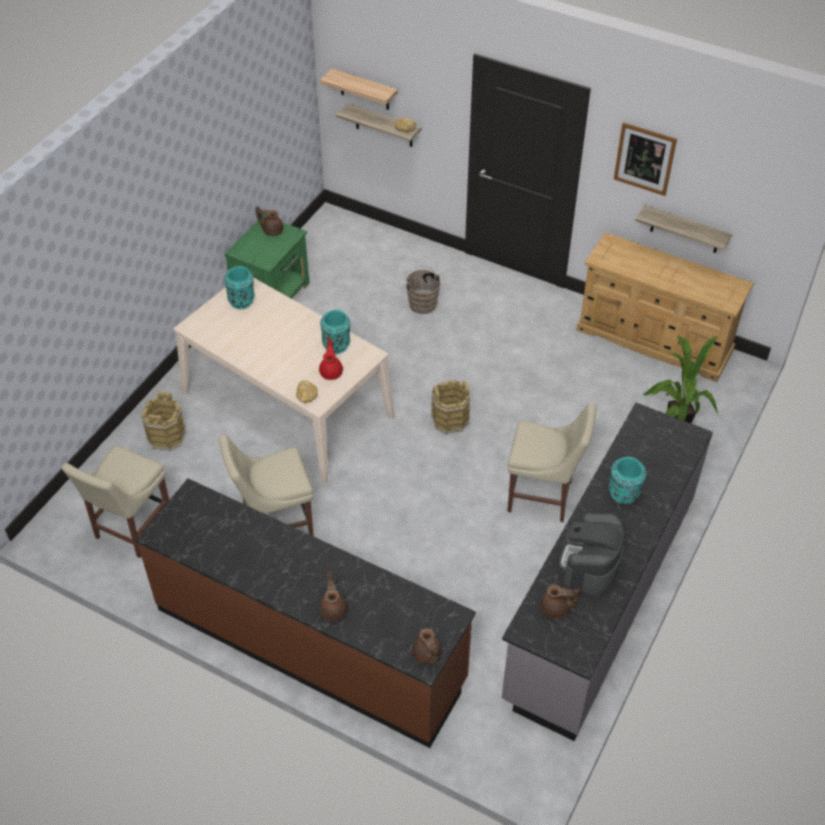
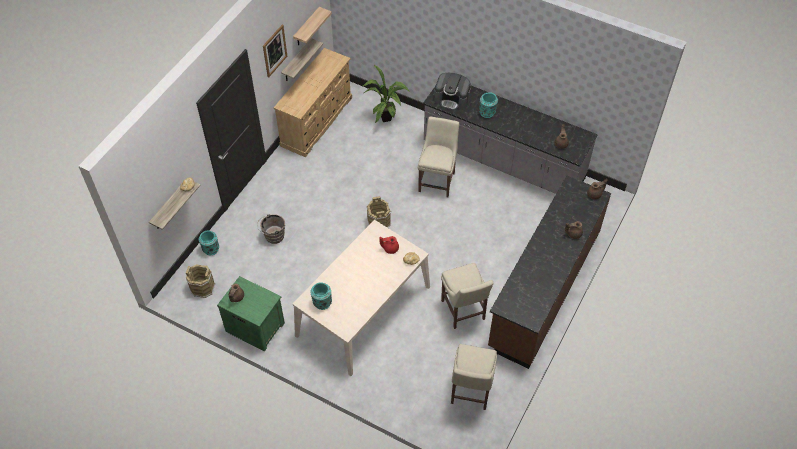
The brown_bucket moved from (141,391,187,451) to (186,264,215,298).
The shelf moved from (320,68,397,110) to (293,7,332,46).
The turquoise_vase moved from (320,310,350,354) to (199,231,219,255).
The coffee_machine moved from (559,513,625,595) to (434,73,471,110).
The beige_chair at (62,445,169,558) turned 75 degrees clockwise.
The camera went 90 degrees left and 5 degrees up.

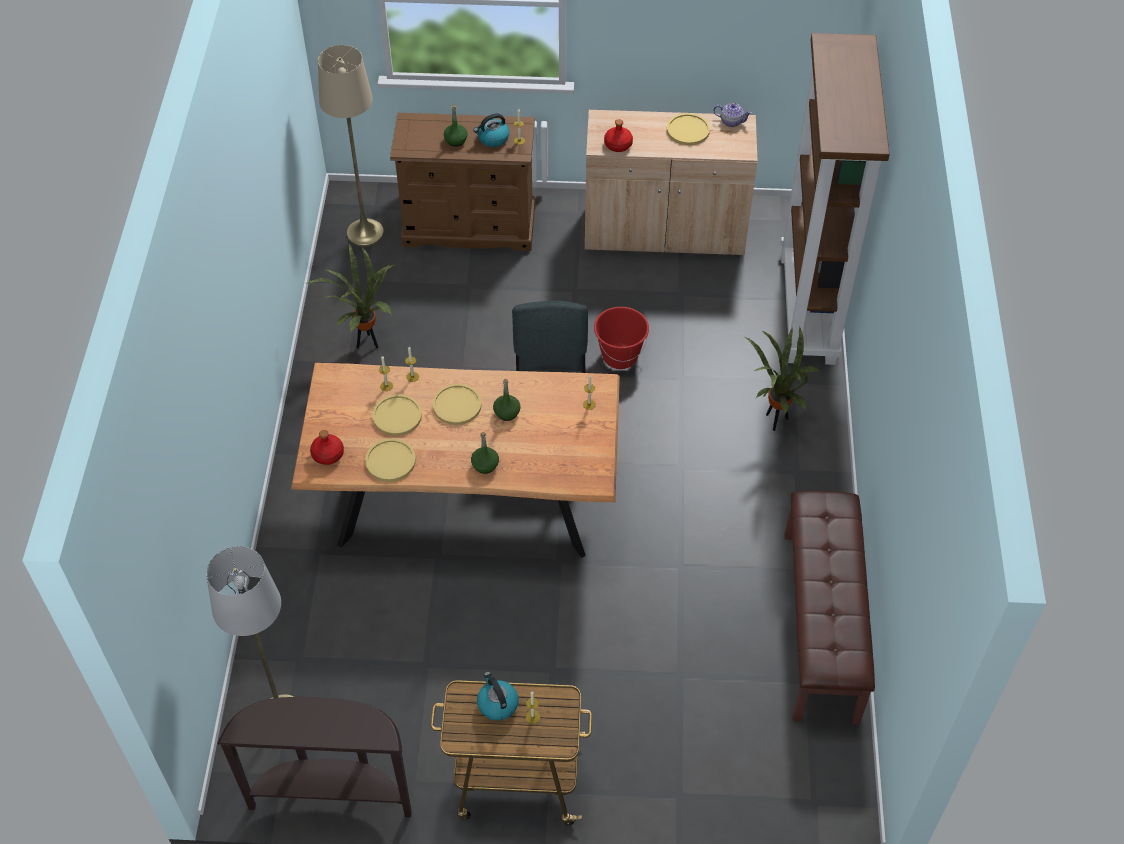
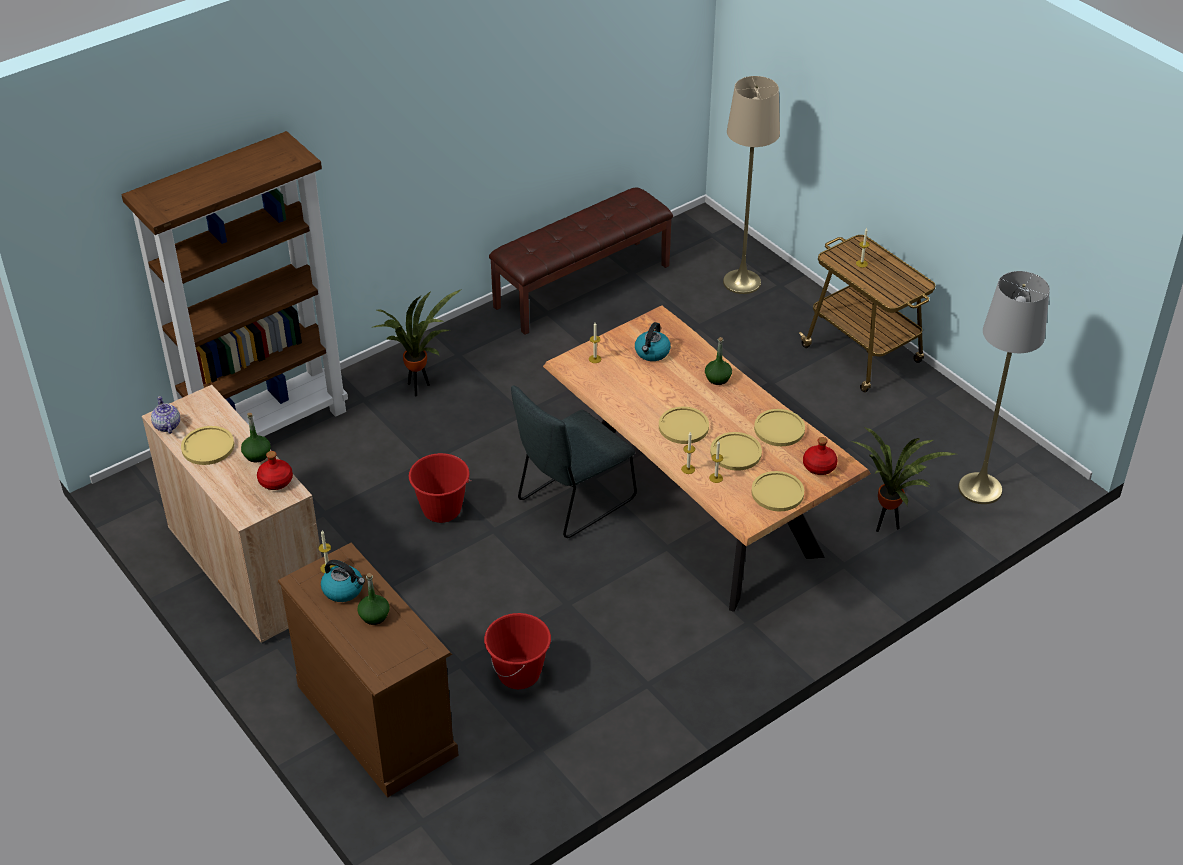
The brown_console_table at (217,697,412,817) disappeared.
The red_bucket at (484,613,551,689) appeared.
The yellow_plate at (751,471,804,511) appeared.
The potted_plant moved from (304,244,395,348) to (852,427,956,532).
The beige_floor_lamp moved from (318,45,384,247) to (723,76,780,294).
The kettle moved from (477,672,519,720) to (635,322,671,361).
The green_bottle moved from (493,379,521,421) to (241,413,271,462).
The camera went 130 degrees left and 10 degrees down.

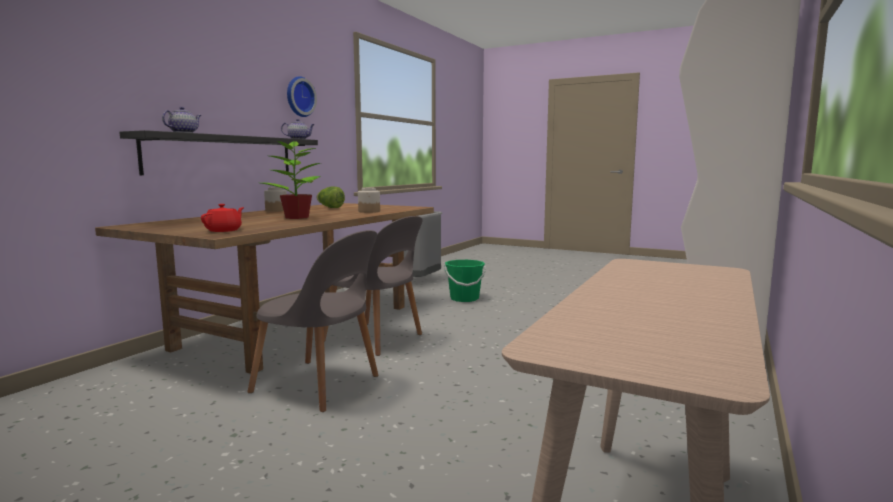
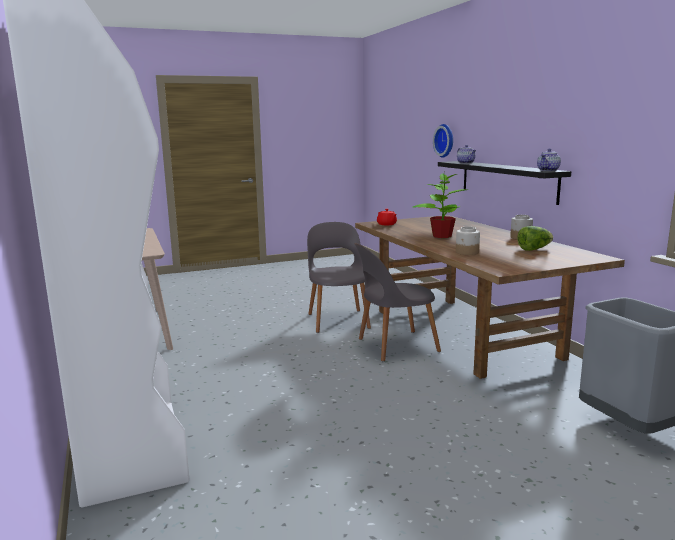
The green_bucket at (444,260,486,302) disappeared.
The wall_clock moved from (287,76,317,117) to (433,124,453,158).
The grey_chair at (247,230,379,412) turned 105 degrees clockwise.
The camera went 130 degrees right and 5 degrees up.

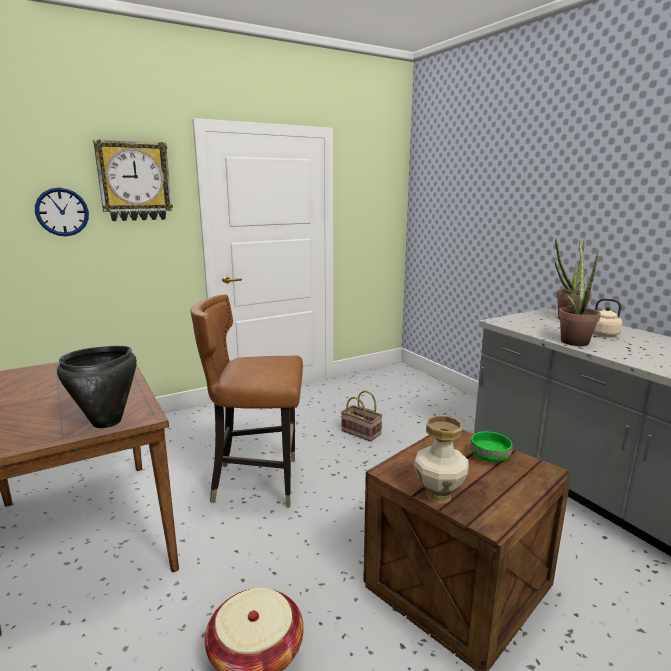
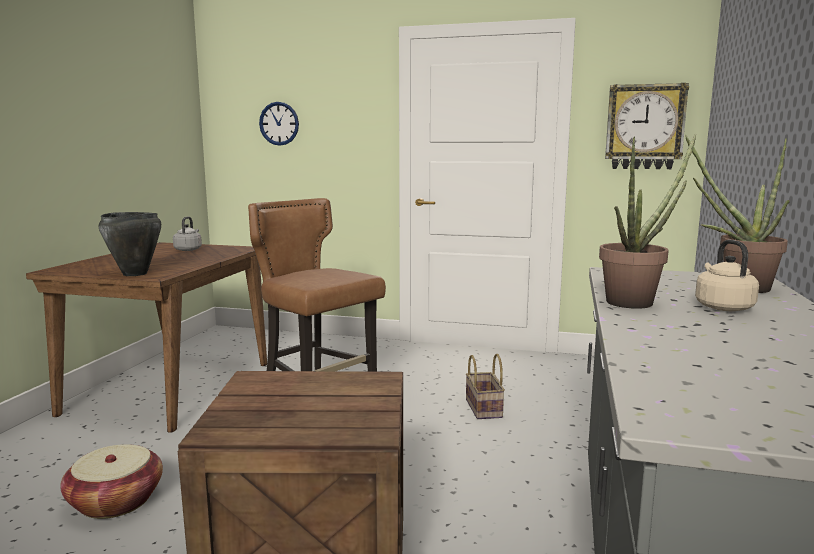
The vase at (414,416,469,504) disappeared.
The green_bowl at (470,431,513,462) disappeared.
The grey_kettle at (173,216,202,251) appeared.
The wall_clock moved from (93,139,173,221) to (605,83,689,169).
The camera went 45 degrees right and 5 degrees down.

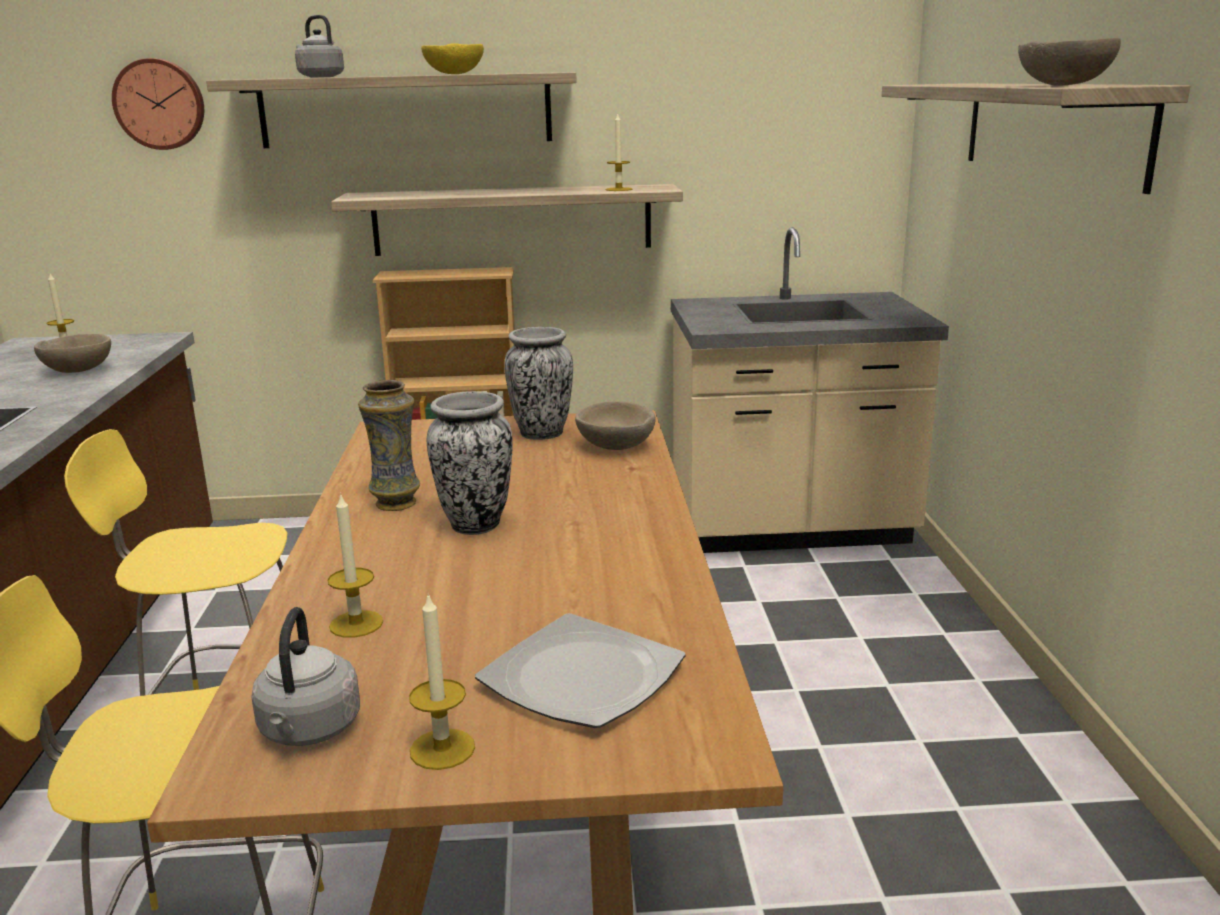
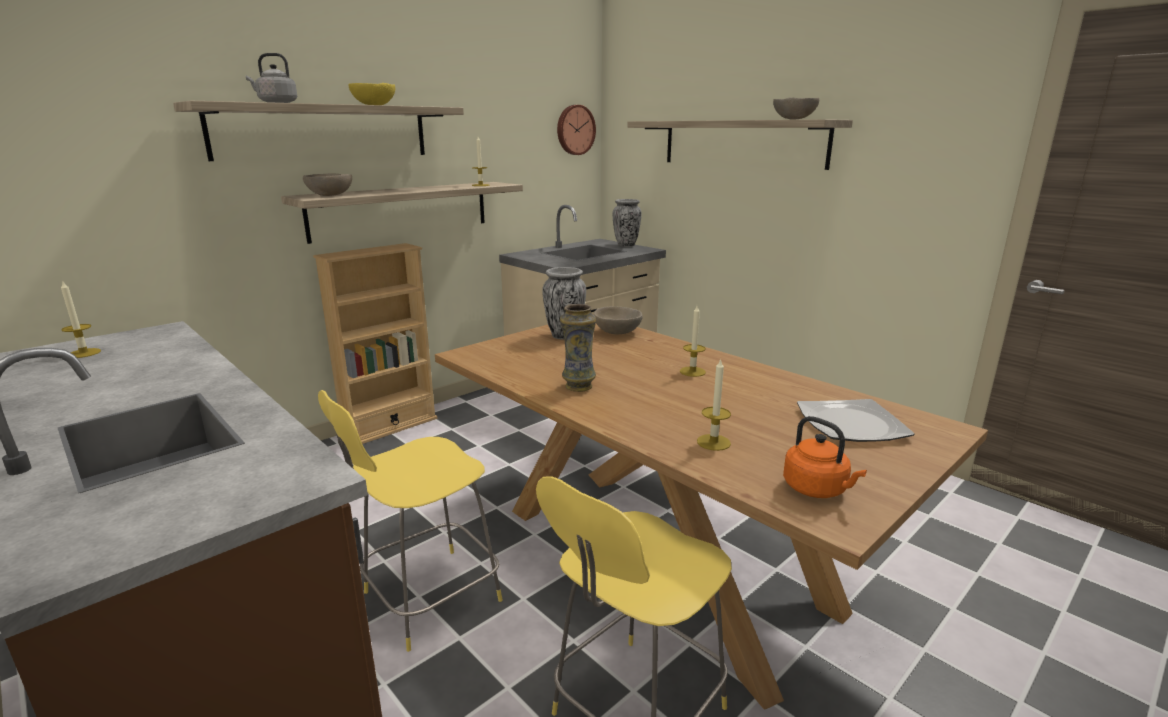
The beige_bowl moved from (34,334,111,373) to (303,173,352,196).
The wall_clock moved from (112,58,204,150) to (557,105,596,155).
The candle moved from (409,593,475,770) to (680,306,706,377).
The vase moved from (427,391,513,535) to (613,199,642,247).
The grey_kettle at (251,607,360,746) became the orange_kettle at (783,416,867,498).
The camera went 40 degrees left and 0 degrees up.

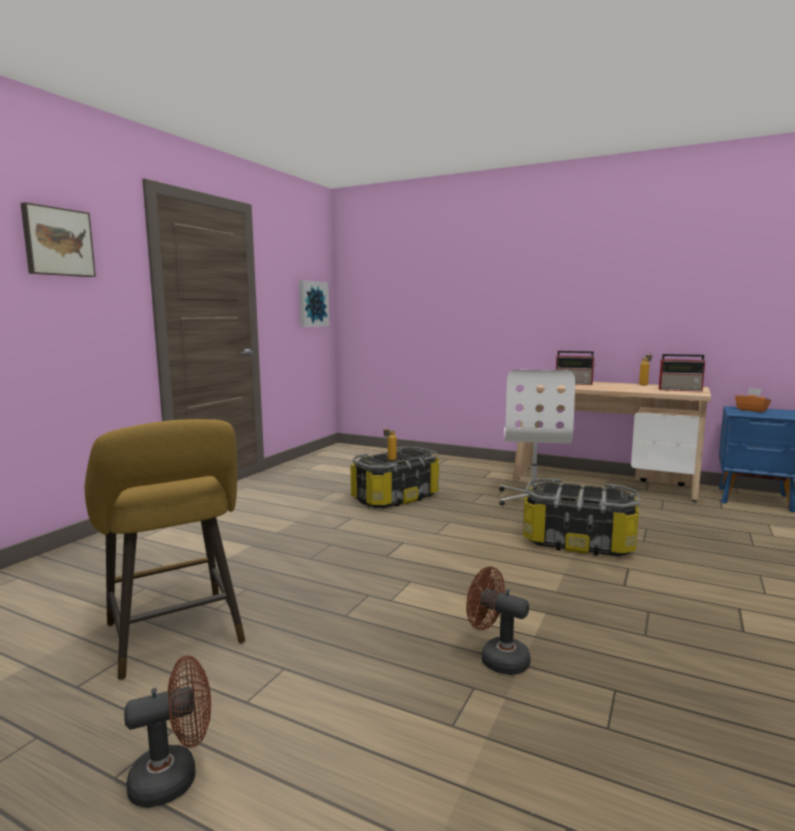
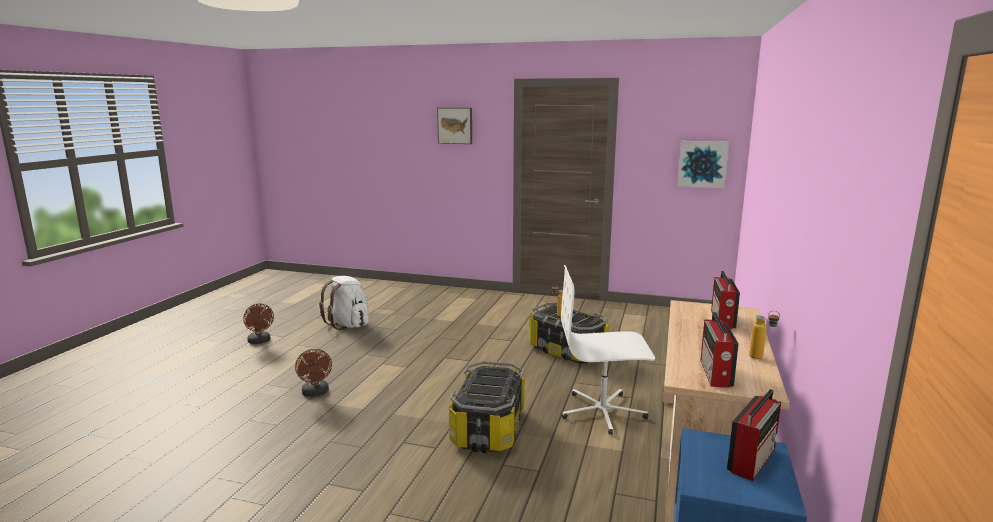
The yellow_stool at (85,419,245,680) was replaced by the white_backpack at (319,276,369,330).
The orange_tissue_box at (735,388,771,412) was replaced by the radio at (727,389,781,481).
The brown_fan at (466,566,531,675) turned 135 degrees clockwise.
The camera went 80 degrees right and 5 degrees up.

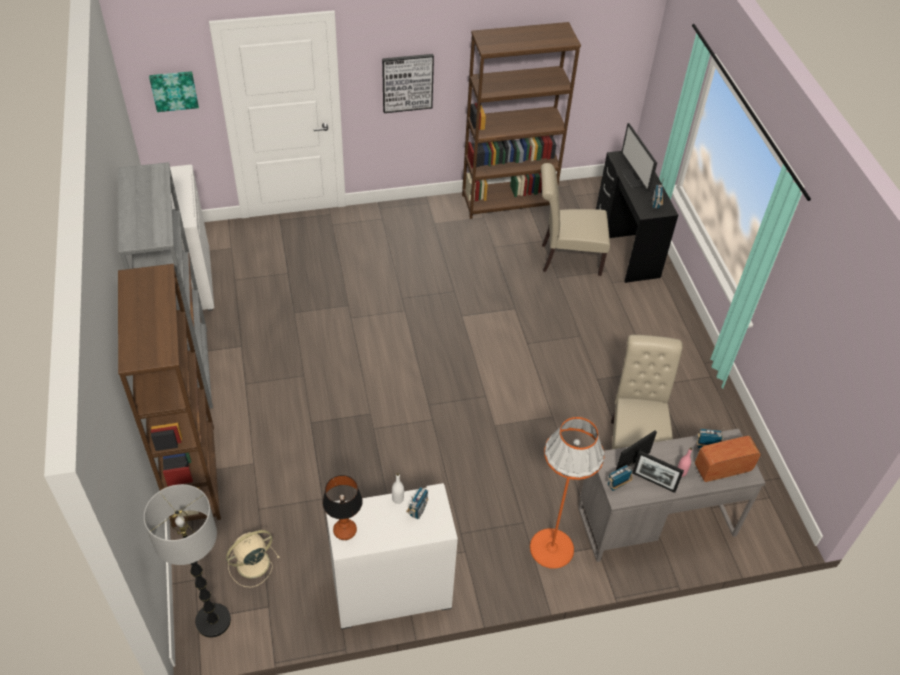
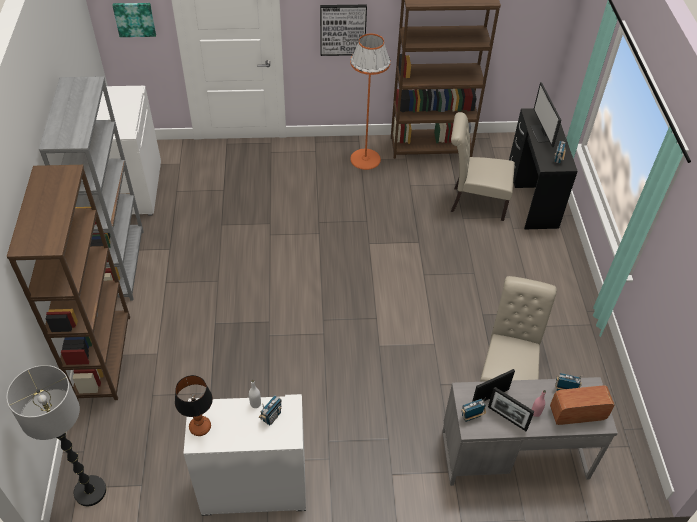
The beige_fan at (226,530,280,587) disappeared.
The orange_floor_lamp moved from (530,417,604,569) to (350,34,391,170).
The camera went 10 degrees right and 0 degrees up.

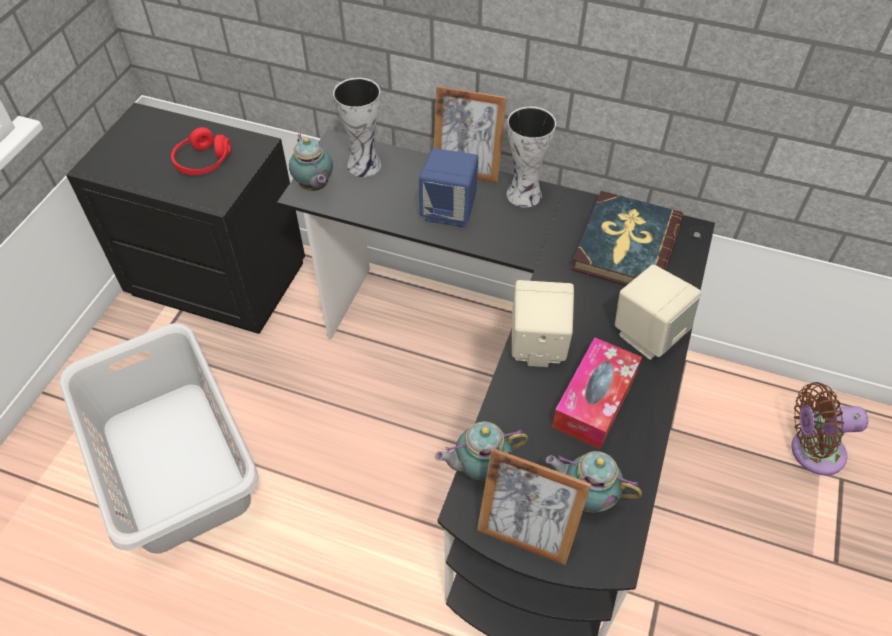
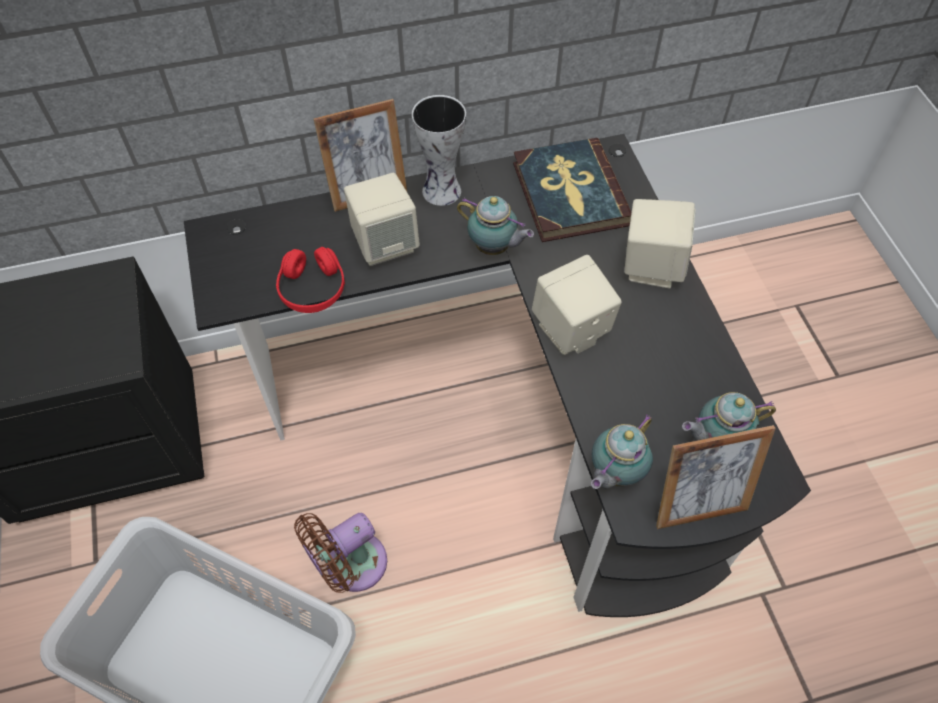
The vase at (333,78,381,177) disappeared.
The tissue_box at (552,337,642,449) disappeared.
The red_headphones moved from (171,127,231,175) to (276,247,345,313).
The teapot moved from (289,133,333,191) to (457,196,534,255).
The brown_fan moved from (791,382,868,476) to (294,513,387,593).
The blue_speaker at (419,148,478,228) became the beige_speaker at (344,173,420,266).
The camera went 35 degrees left and 5 degrees up.

